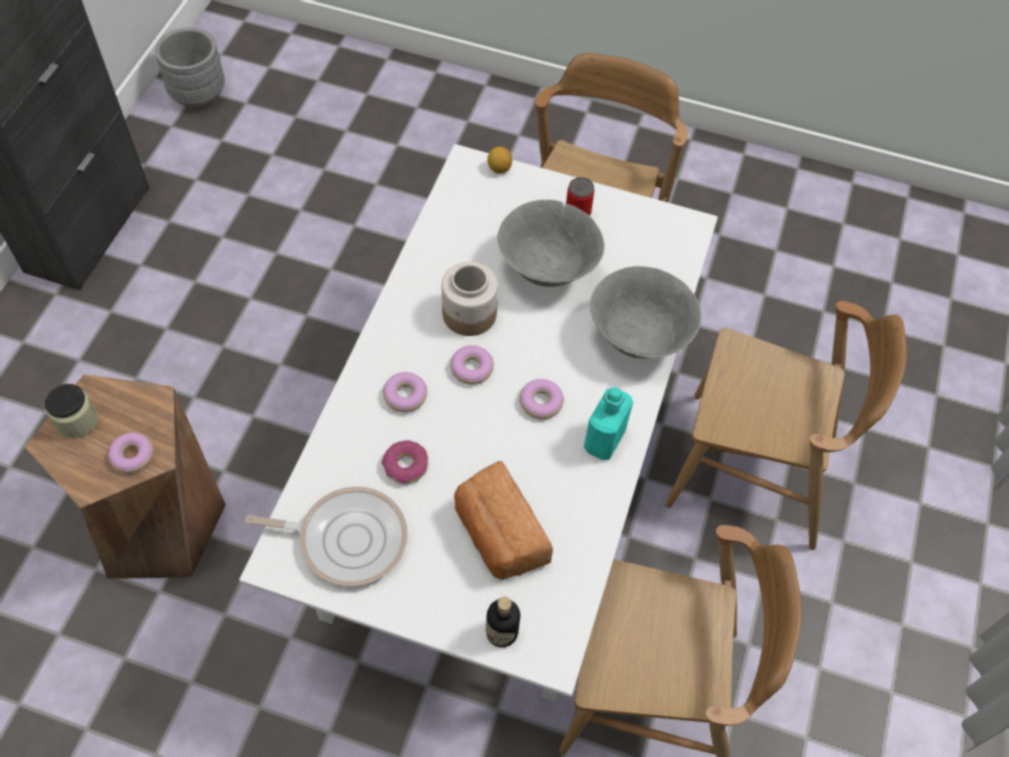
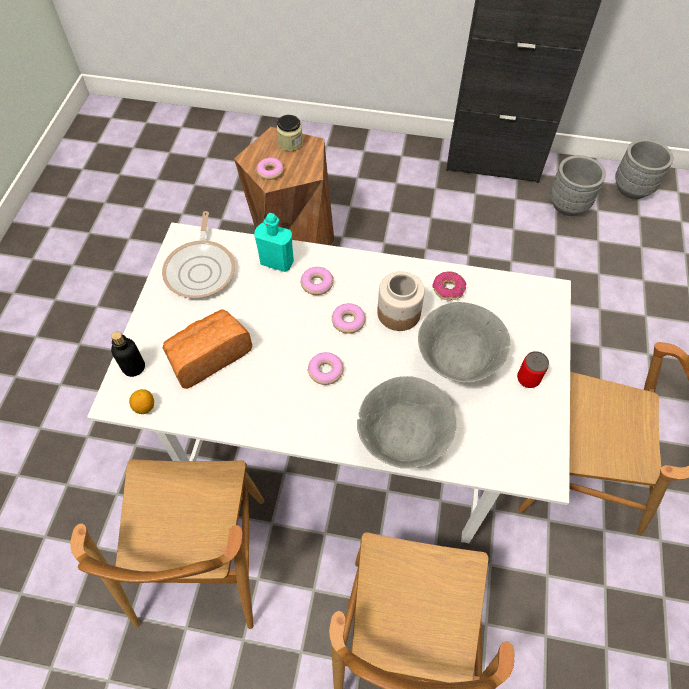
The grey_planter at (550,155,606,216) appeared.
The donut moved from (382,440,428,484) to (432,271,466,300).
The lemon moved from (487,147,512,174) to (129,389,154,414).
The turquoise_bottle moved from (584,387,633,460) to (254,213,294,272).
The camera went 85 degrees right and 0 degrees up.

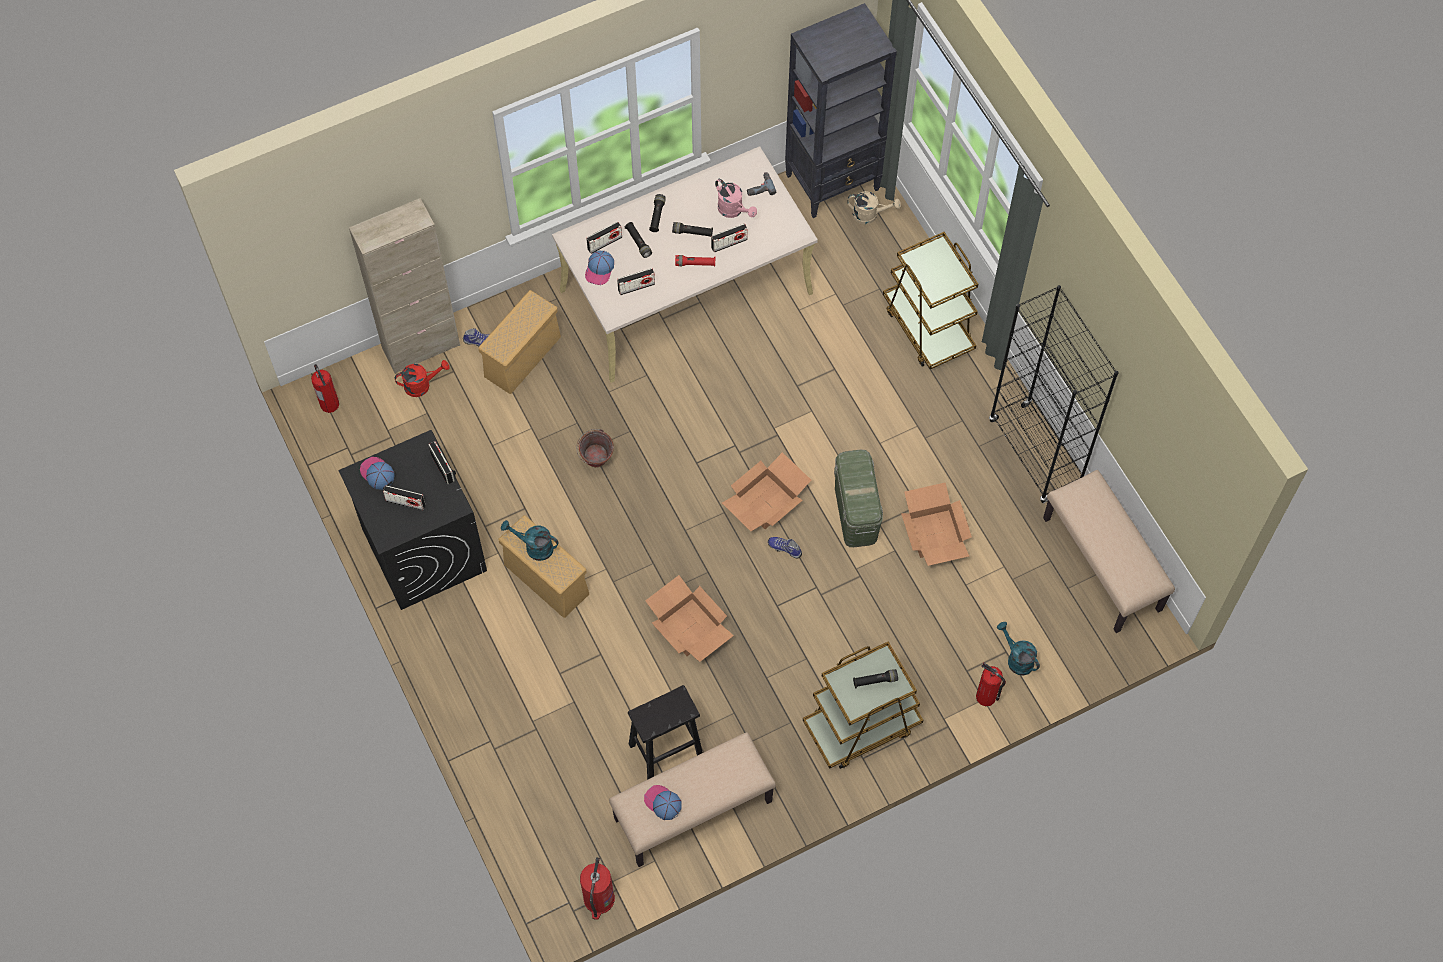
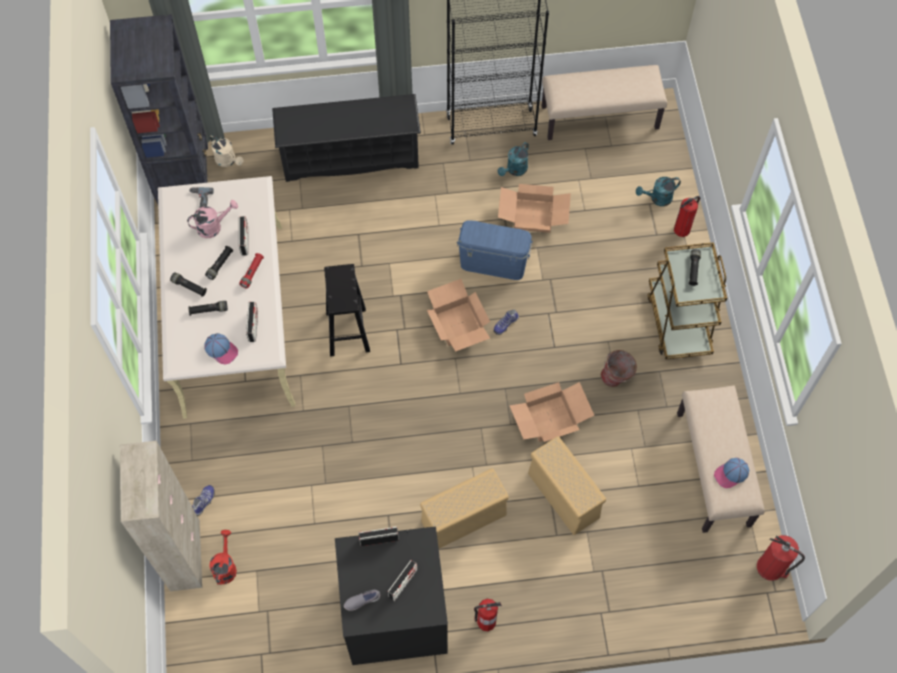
The radio at (586,221,622,254) disappeared.
The fire_extinguisher moved from (311,364,339,413) to (474,599,502,631).
The beige_storage_box moved from (478,290,561,394) to (528,436,606,535).
The turquoise_watering_can moved from (501,520,558,561) to (498,142,529,176).
The bucket moved from (577,429,614,467) to (601,350,637,387).
The black_stool moved from (628,685,703,780) to (324,264,370,356).
The cap at (360,457,395,490) was replaced by the grey_shoe at (344,590,380,611).
The brown_cart at (883,232,978,369) was replaced by the black_shoe_rack at (272,94,421,182).
The green_storage_box at (834,450,883,547) became the blue_storage_box at (456,220,533,280).
The beige_watering_can at (847,191,901,224) turned 105 degrees clockwise.
The camera went 70 degrees left and 0 degrees up.

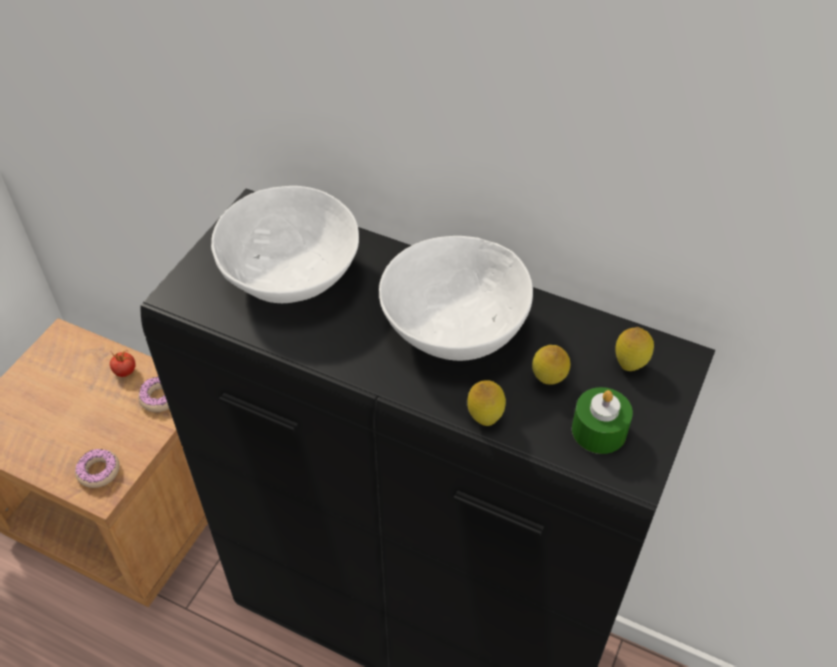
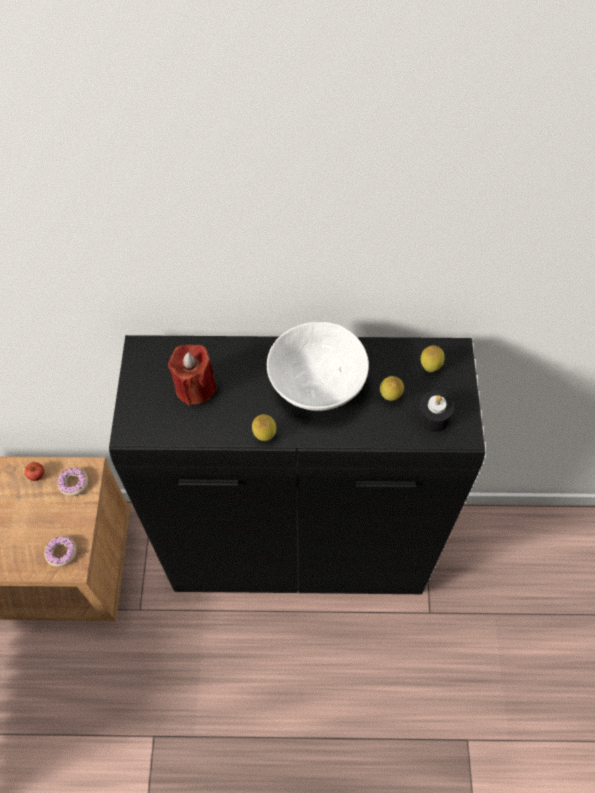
The lemon moved from (467,380,506,426) to (252,414,276,441).
The white_bowl at (211,186,359,303) was replaced by the red_candle at (168,344,217,406).
The green_candle at (572,387,633,454) became the black_candle at (416,391,454,432).
The camera went 25 degrees left and 10 degrees up.

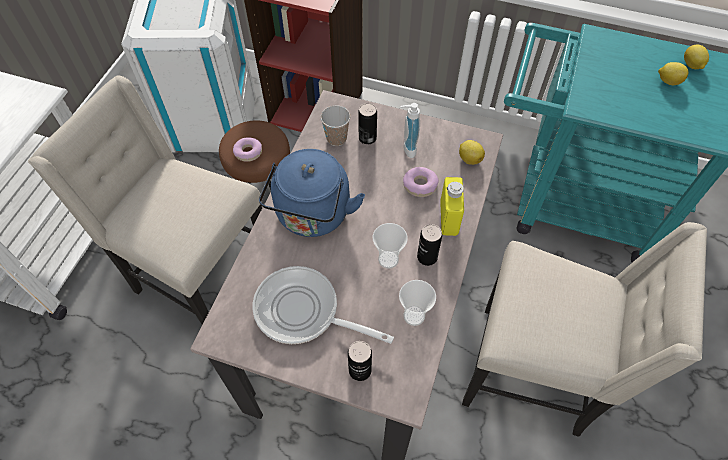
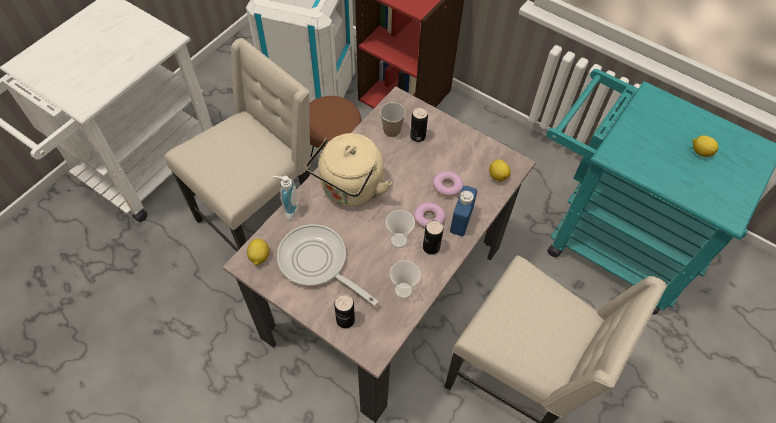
The donut moved from (233,137,262,162) to (414,202,446,229).
The soap_dispenser moved from (400,103,420,158) to (273,176,298,220).
The lemon moved from (684,45,709,69) to (247,239,270,266).
The blue_kettle at (259,149,365,237) became the beige_kettle at (305,133,392,207).
The yellow_bottle at (440,177,464,236) became the blue_bottle at (450,186,477,236).
The beige_chair at (28,76,262,325) turned 90 degrees clockwise.
The camera went 15 degrees right and 0 degrees up.

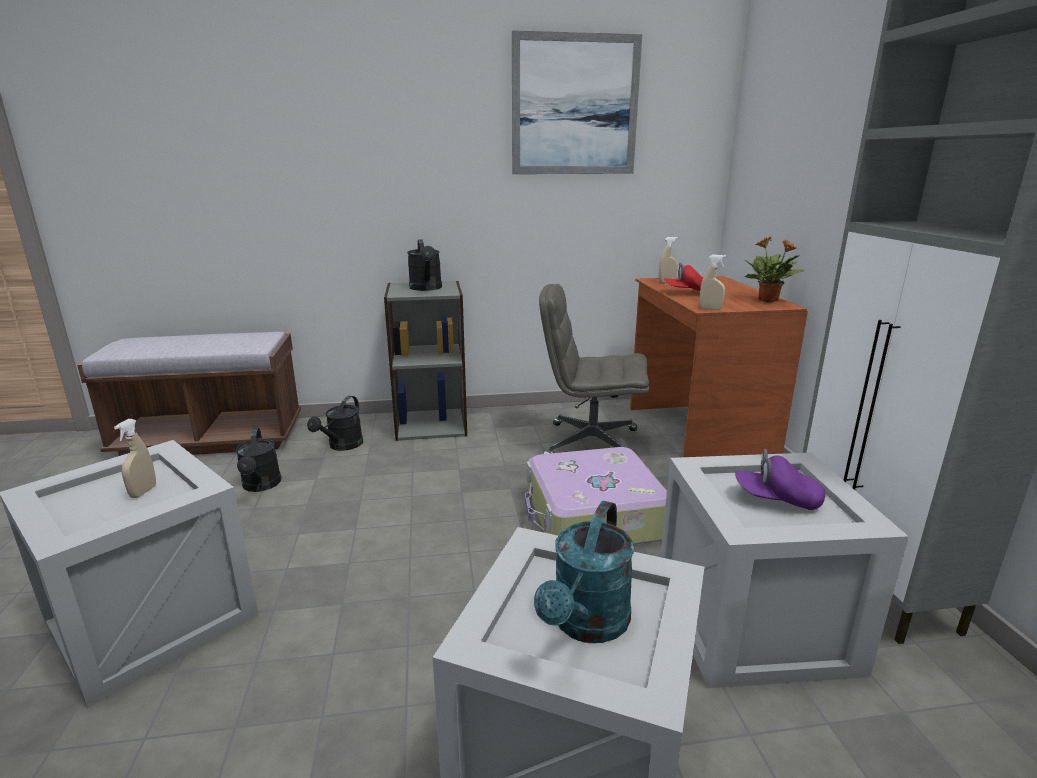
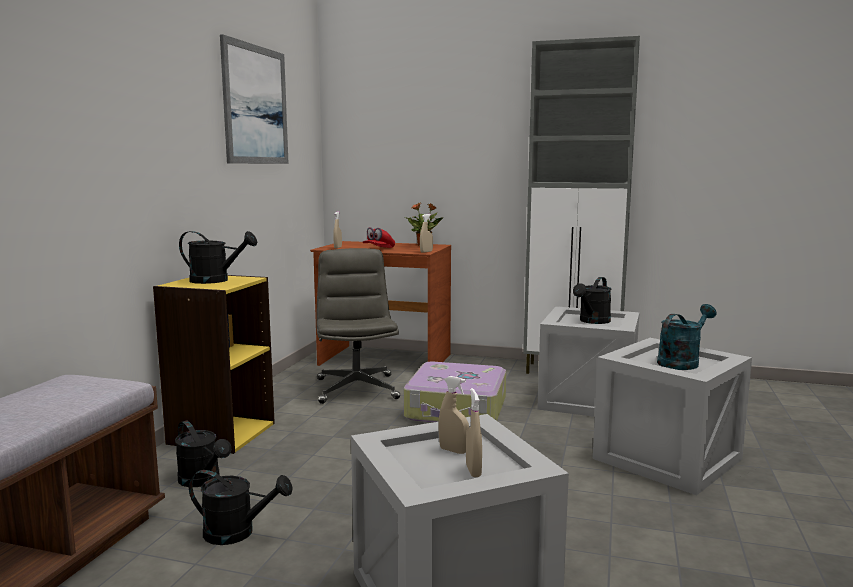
The beige_spray_bottle at (466,388,482,477) appeared.
The purple_cap at (735,449,825,510) was replaced by the black_watering_can at (573,277,612,324).
The grey_bookcase at (384,281,467,441) became the yellow_bookcase at (153,275,275,454).
The turquoise_watering_can at (534,501,634,643) turned 90 degrees counterclockwise.
The grey_office_chair at (539,284,649,454) turned 135 degrees clockwise.
The camera went 65 degrees left and 10 degrees down.

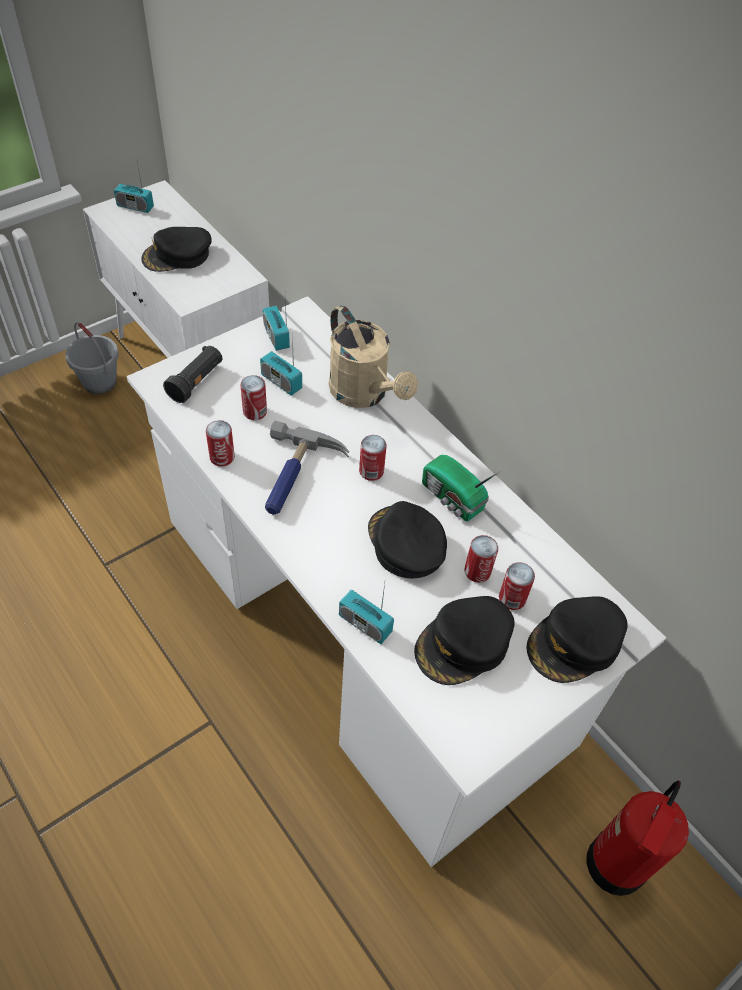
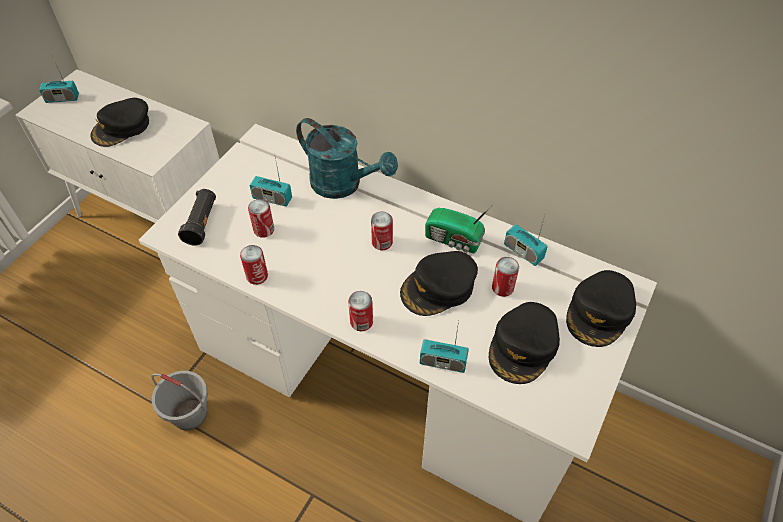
The hammer at (265,421,349,515) disappeared.
The fire_extinguisher at (587,780,689,896) disappeared.
The grey_bucket moved from (65,322,119,394) to (151,371,208,430).
The radio moved from (263,298,290,351) to (504,212,548,266).
The can moved from (499,562,535,610) to (348,291,373,331).
The beige_watering_can at (329,305,418,408) became the turquoise_watering_can at (296,118,398,199).
The black_cap at (368,501,447,578) turned 75 degrees counterclockwise.
The camera went 20 degrees left and 0 degrees up.

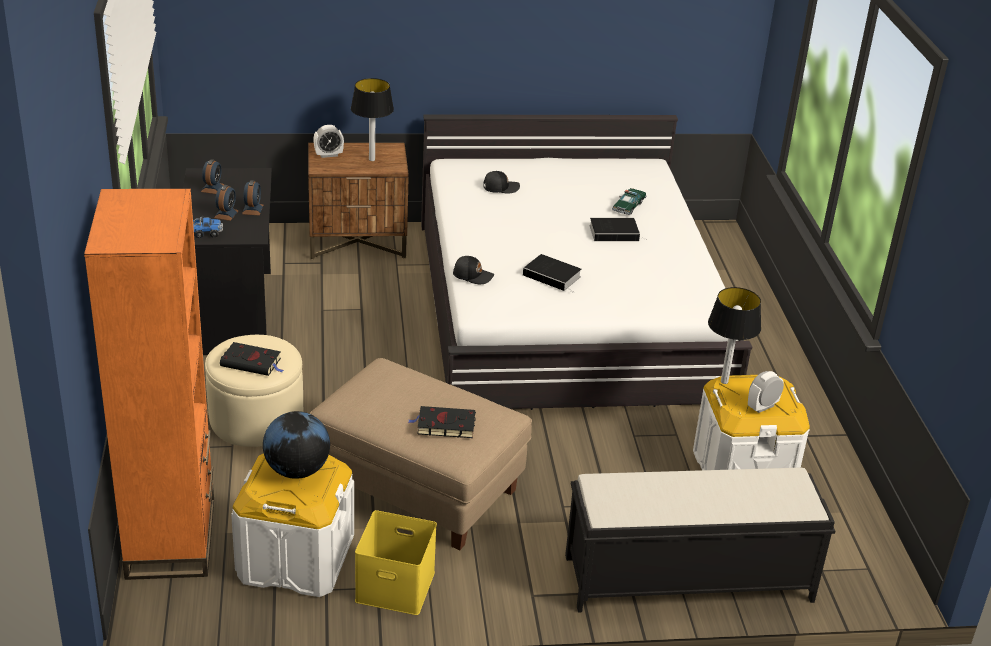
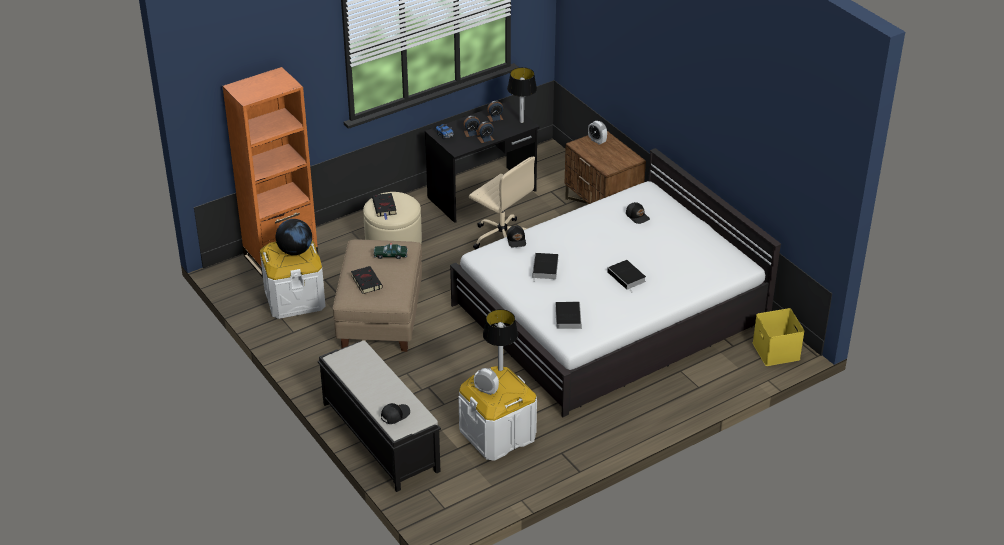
The black_cap at (381,403,410,424) appeared.
The beige_office_chair at (469,157,535,250) appeared.
The book at (555,302,582,329) appeared.
The table_lamp moved from (351,78,394,161) to (507,67,537,123).
The yellow_storage_box moved from (355,510,437,615) to (753,308,805,366).
The toy_car moved from (612,188,646,215) to (374,243,408,259).
The camera went 65 degrees right and 5 degrees up.

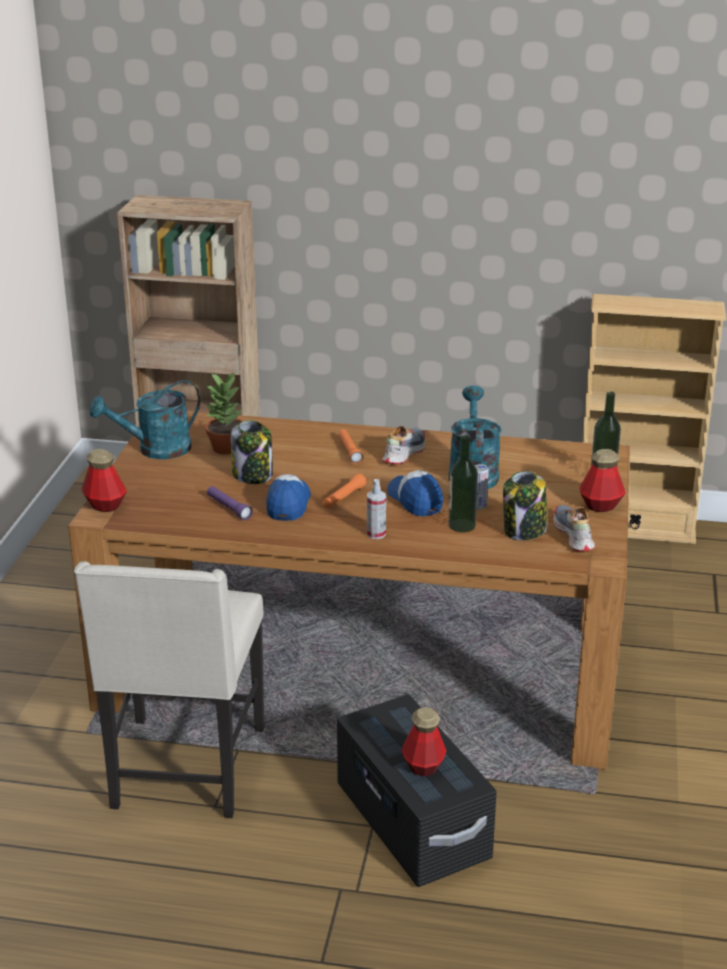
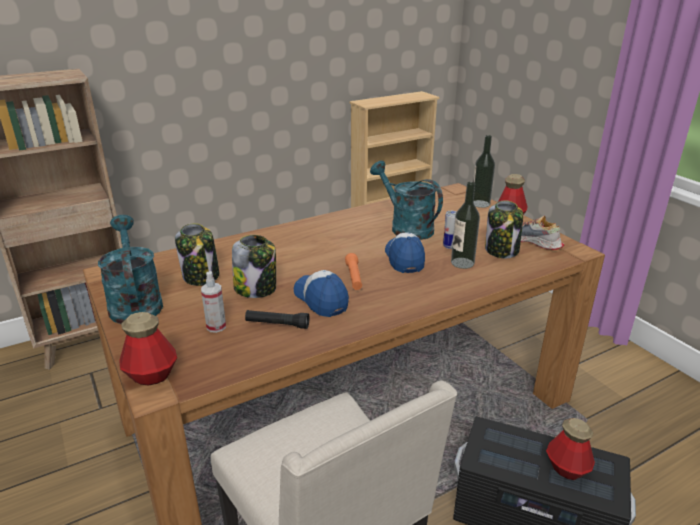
The orange_flashlight at (338,429,363,464) disappeared.
The shoe at (382,426,426,464) disappeared.
The spray_bottle moved from (367,479,386,539) to (201,271,226,333).
The potted_plant at (204,373,243,455) was replaced by the jar at (175,223,219,286).
The purple_flashlight at (207,486,253,520) became the black_flashlight at (245,310,310,329).
The turquoise_watering_can at (89,380,200,459) turned 135 degrees clockwise.
The cap at (387,470,443,517) turned 60 degrees clockwise.
The camera went 40 degrees left and 0 degrees up.

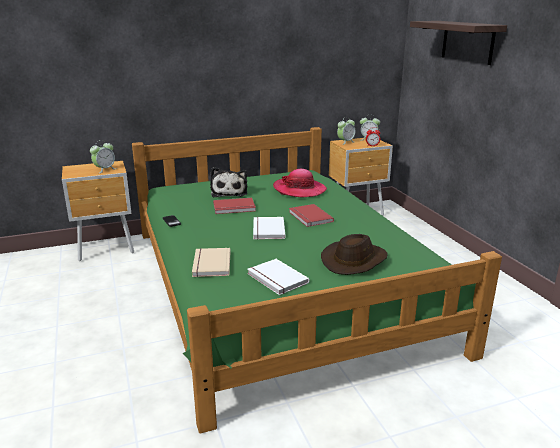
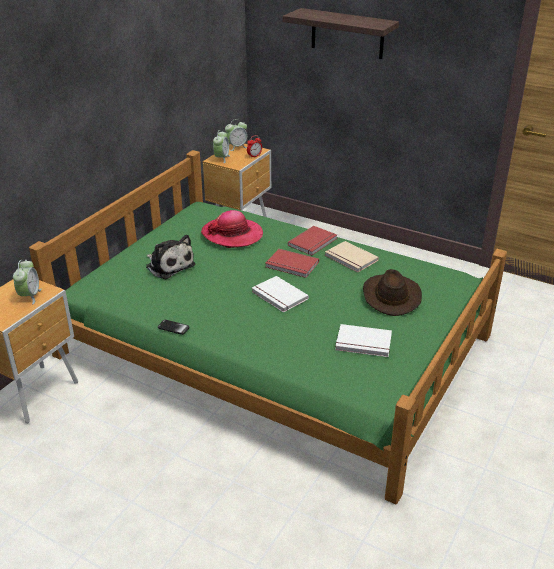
The beige_book moved from (192,248,231,277) to (325,241,379,272).
The red_book moved from (213,198,256,214) to (288,226,337,255).
The camera went 40 degrees left and 10 degrees up.

